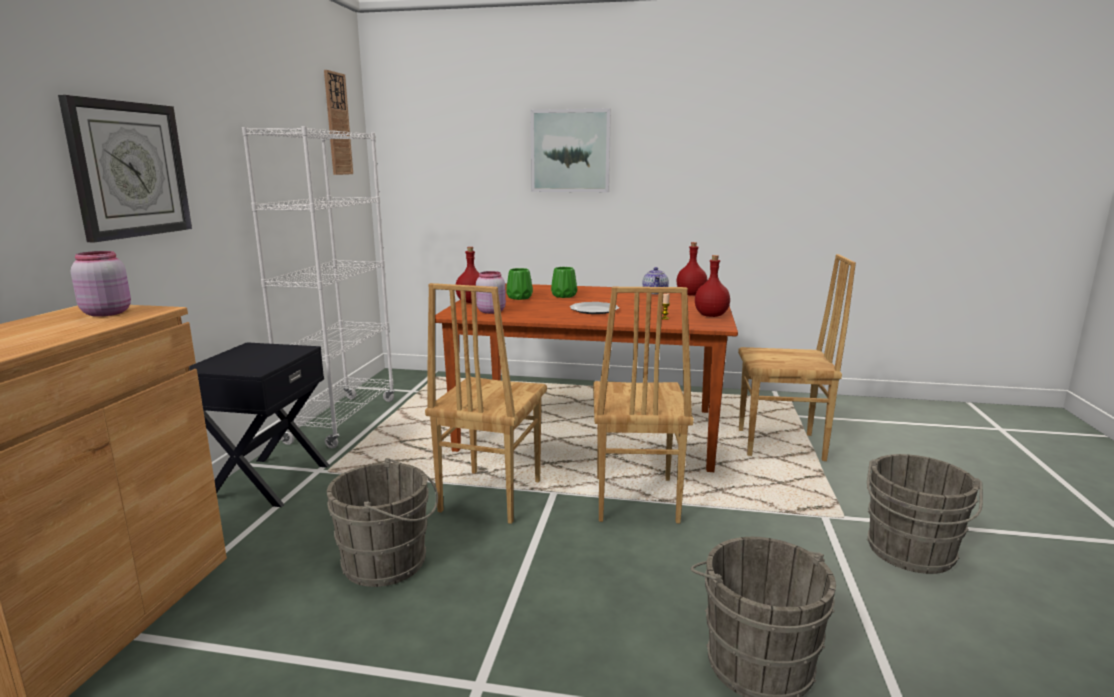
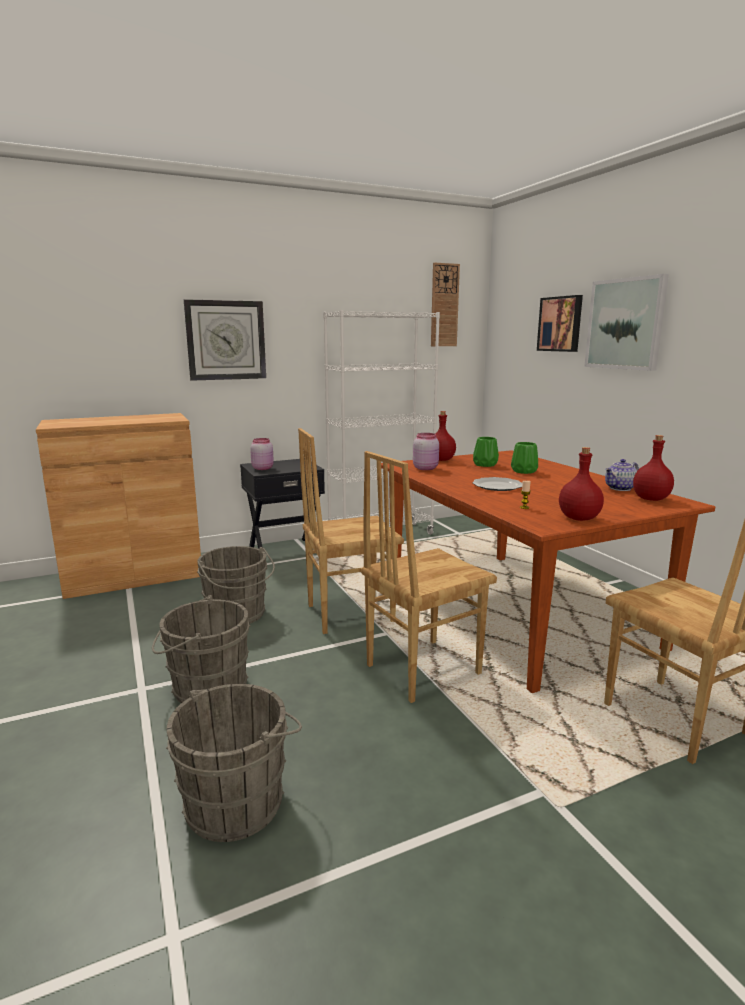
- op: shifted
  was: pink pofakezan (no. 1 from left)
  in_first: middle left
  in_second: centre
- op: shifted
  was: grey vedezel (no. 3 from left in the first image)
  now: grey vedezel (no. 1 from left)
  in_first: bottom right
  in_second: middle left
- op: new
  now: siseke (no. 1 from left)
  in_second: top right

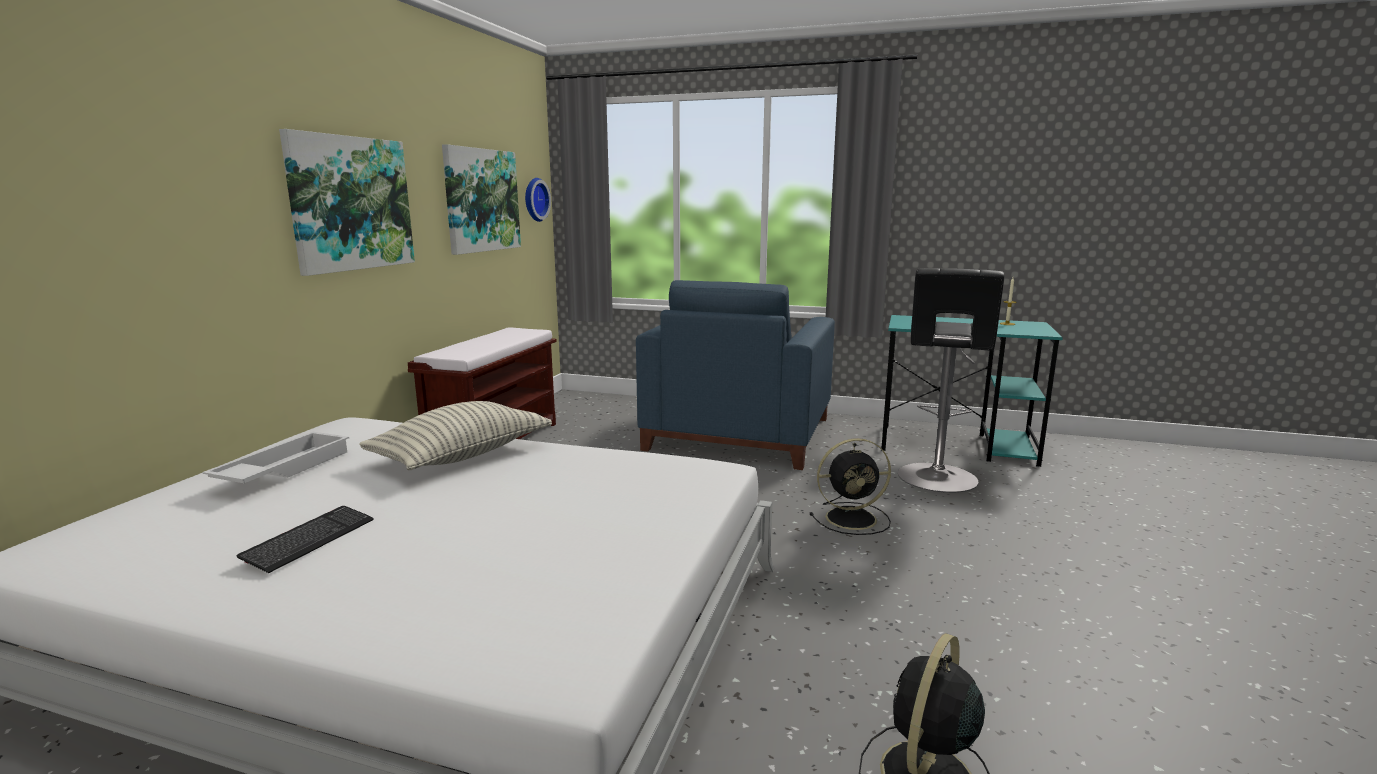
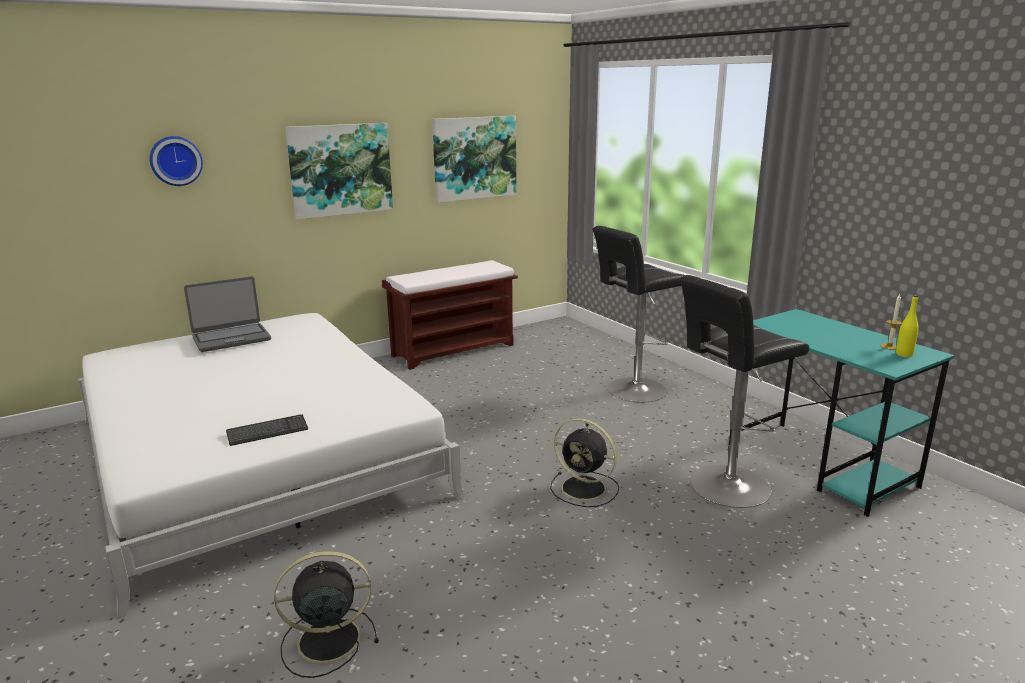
- op: swapped
  was: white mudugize
  now: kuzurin
  in_first: middle left
  in_second: middle left
- op: shifted
  was: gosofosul
  in_first: bottom left
  in_second: middle left
- op: gone
  was: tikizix
  in_first: middle left
- op: shifted
  was: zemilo
  in_first: top centre
  in_second: top left
- op: swapped
  was: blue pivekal
  now: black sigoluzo (no. 1 from left)
  in_first: centre
  in_second: centre
- op: new
  now: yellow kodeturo
  in_second: middle right

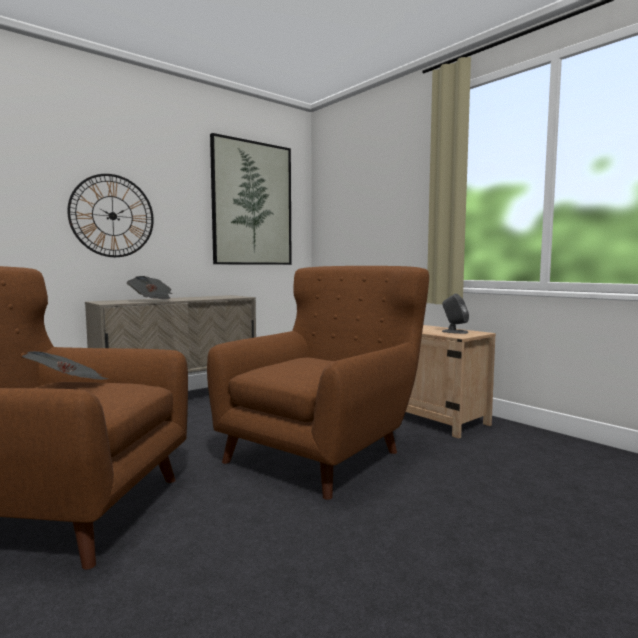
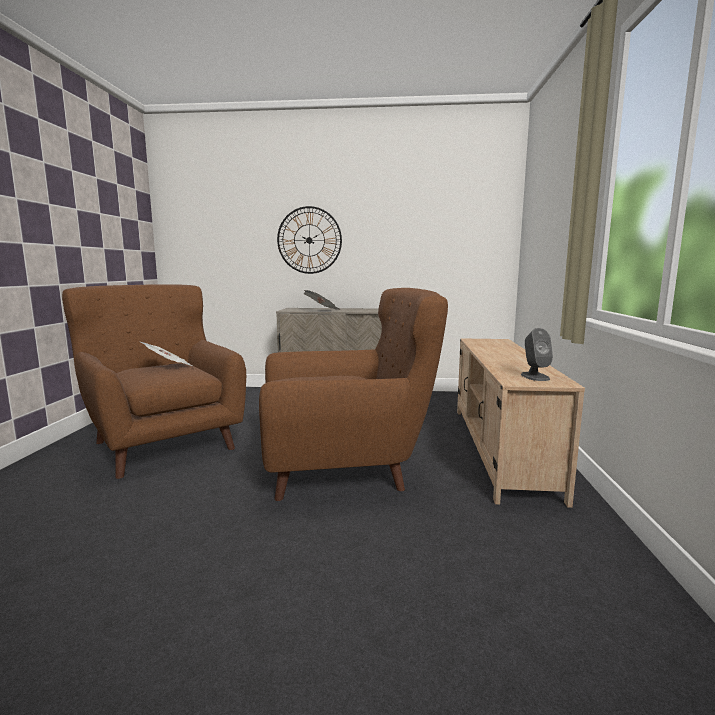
- op: gone
  was: siseke
  in_first: top centre

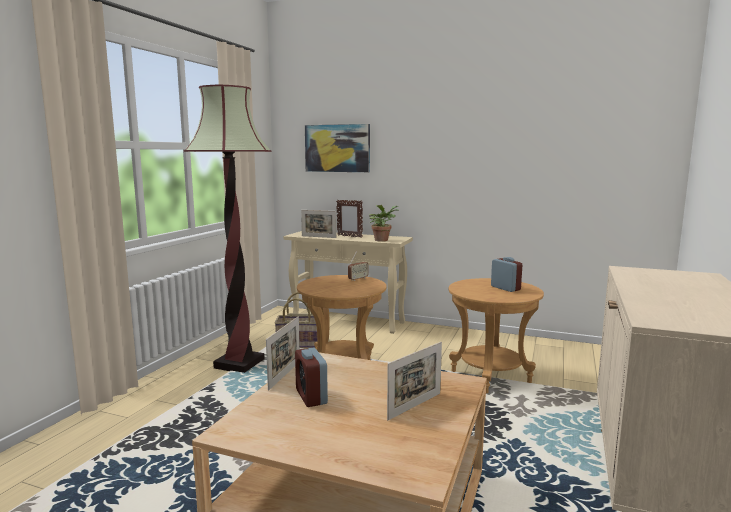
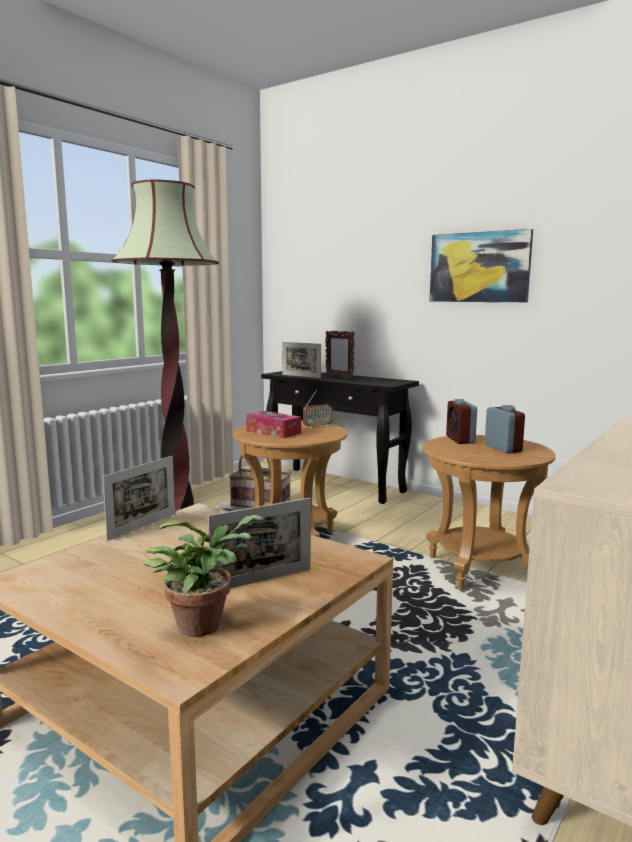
- op: repainted
  was: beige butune
  now: black butune
  in_first: centre
  in_second: centre
- op: shifted
  was: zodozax (no. 1 from left)
  in_first: bottom centre
  in_second: middle right
- op: shifted
  was: siseke
  in_first: top centre
  in_second: top right
- op: shifted
  was: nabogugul
  in_first: centre
  in_second: bottom left
- op: new
  now: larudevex
  in_second: centre

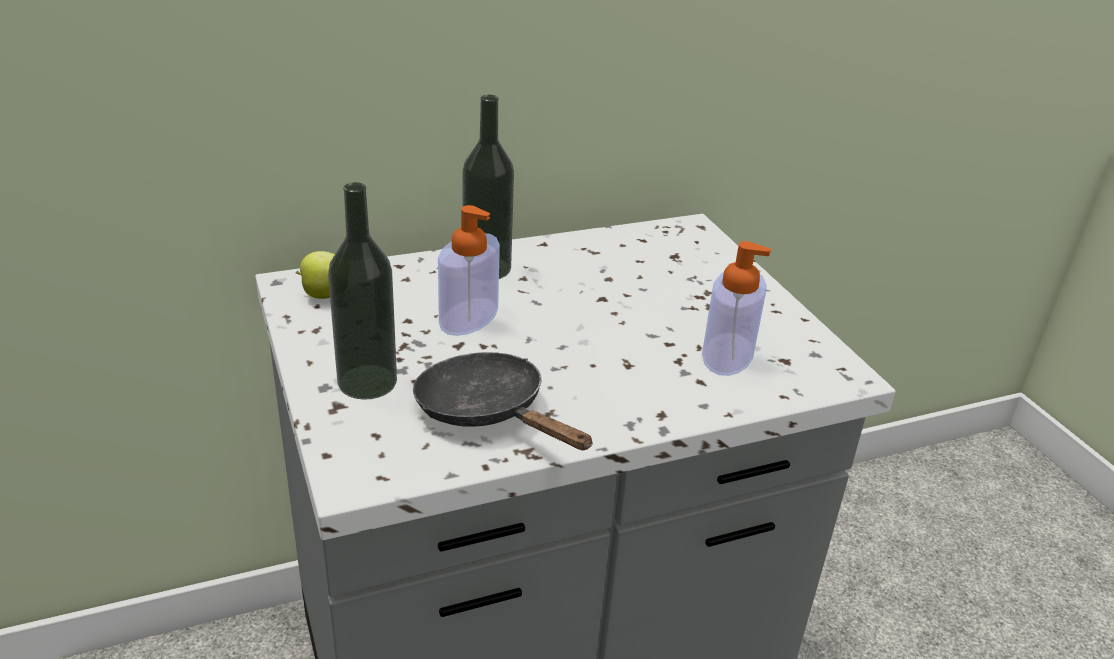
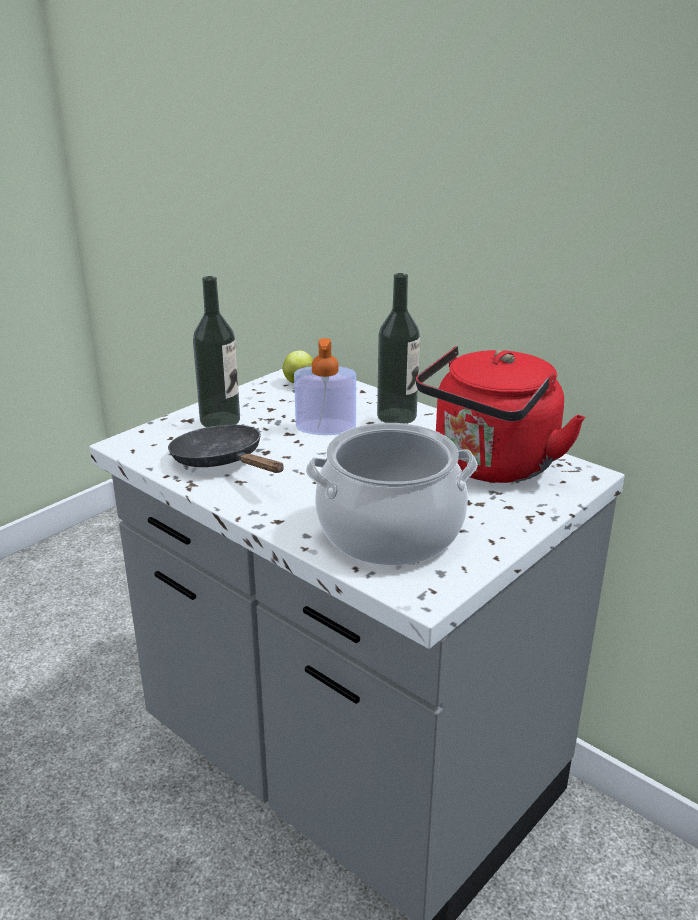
- op: rotated
  was: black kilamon
  in_first: centre
  in_second: middle left
  clockwise: -60
- op: swapped
  was: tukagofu (no. 2 from left)
  now: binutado
  in_first: centre
  in_second: centre
- op: new
  now: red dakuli
  in_second: middle right

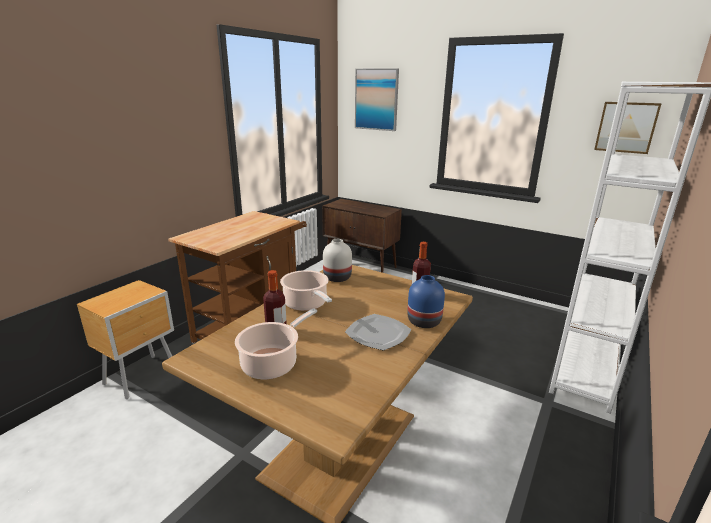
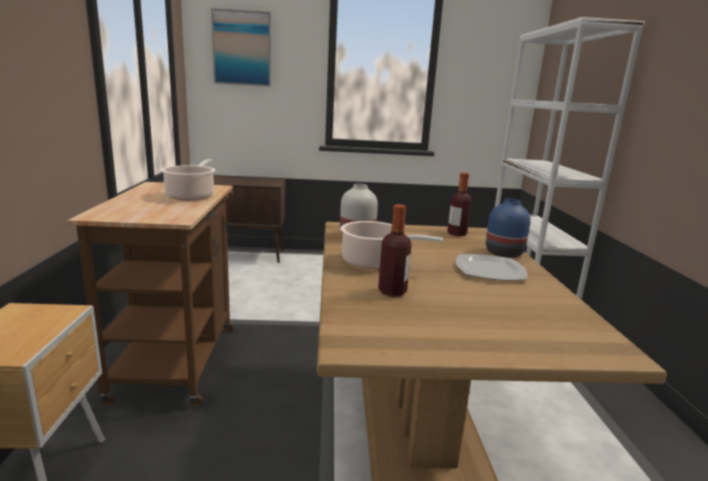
- op: shifted
  was: binutado (no. 1 from left)
  in_first: centre
  in_second: middle left
- op: gone
  was: siseke (no. 2 from left)
  in_first: top right

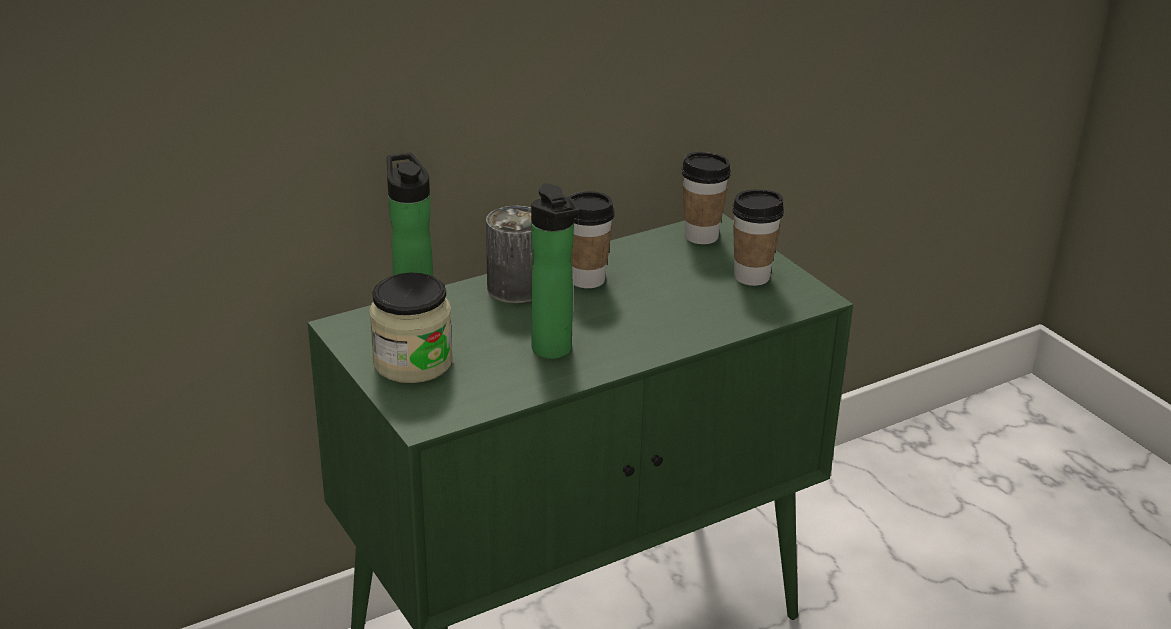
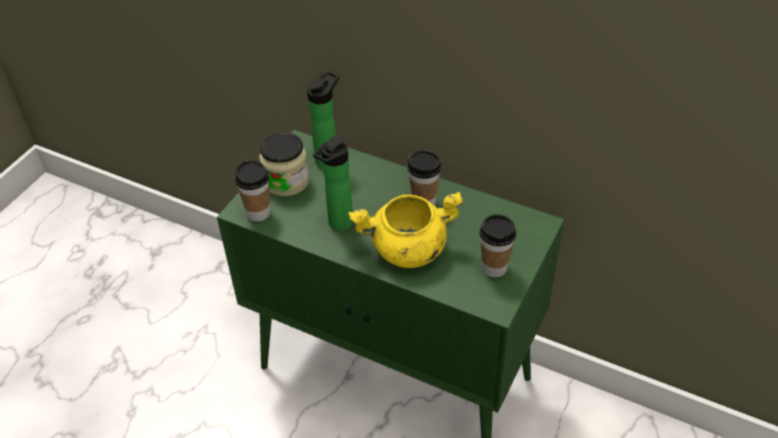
- op: gone
  was: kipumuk
  in_first: centre
- op: shifted
  was: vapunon (no. 2 from left in the first image)
  now: vapunon (no. 1 from left)
  in_first: top centre
  in_second: middle left
- op: new
  now: yellow binutado
  in_second: centre

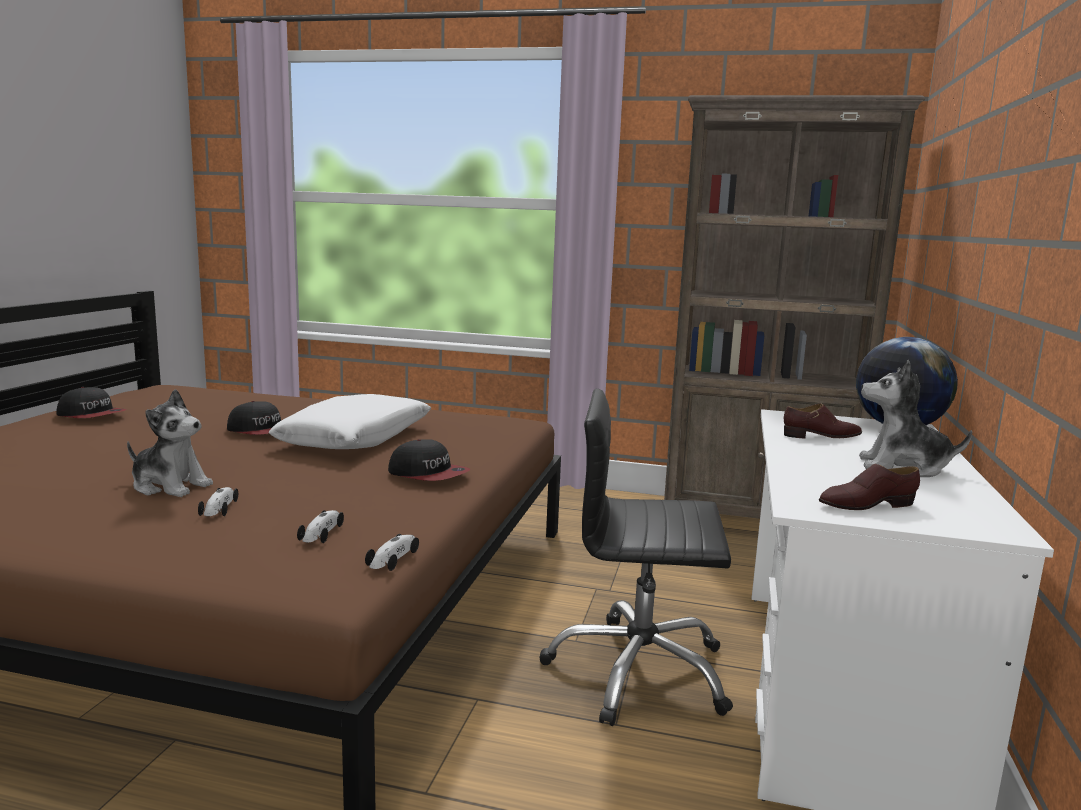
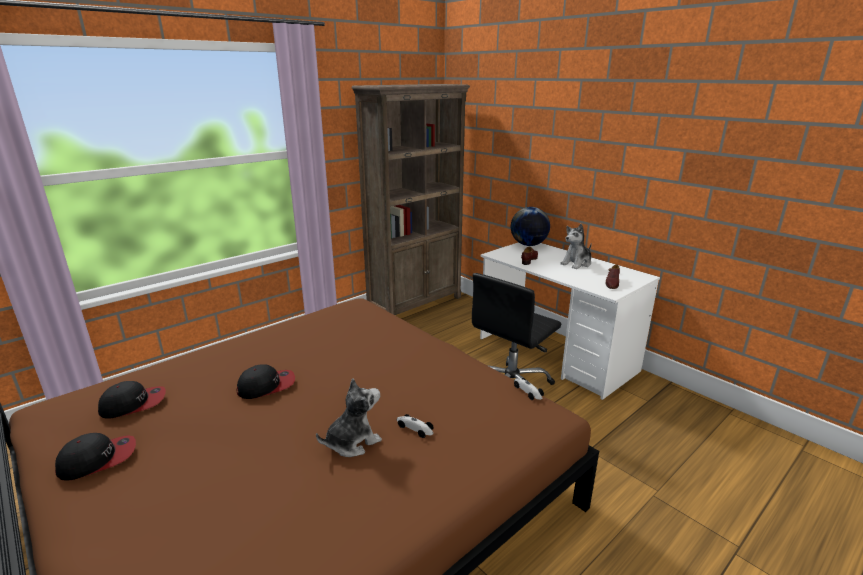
- op: gone
  was: white tikizix
  in_first: middle left
- op: gone
  was: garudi (no. 2 from left)
  in_first: middle left
- op: shifted
  was: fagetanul (no. 3 from left in the first image)
  now: fagetanul (no. 2 from left)
  in_first: centre
  in_second: bottom left

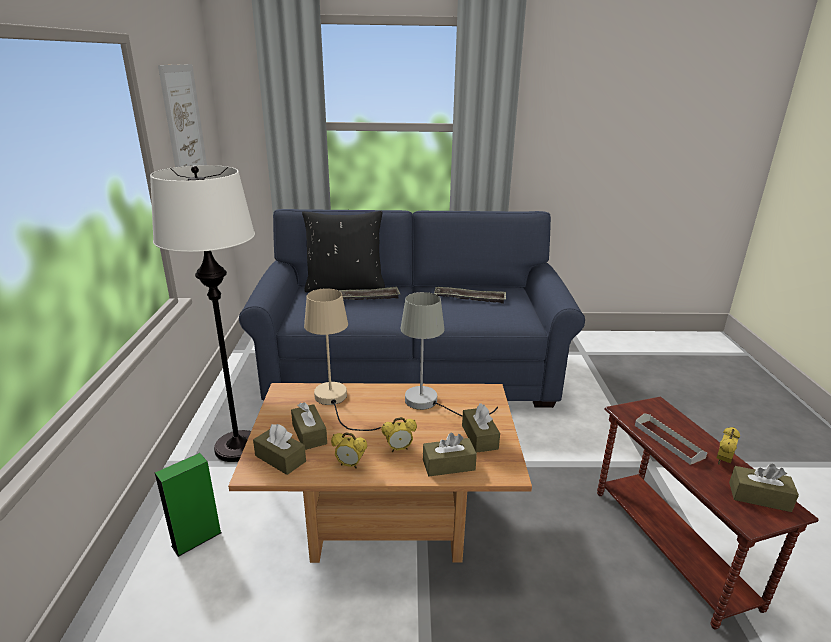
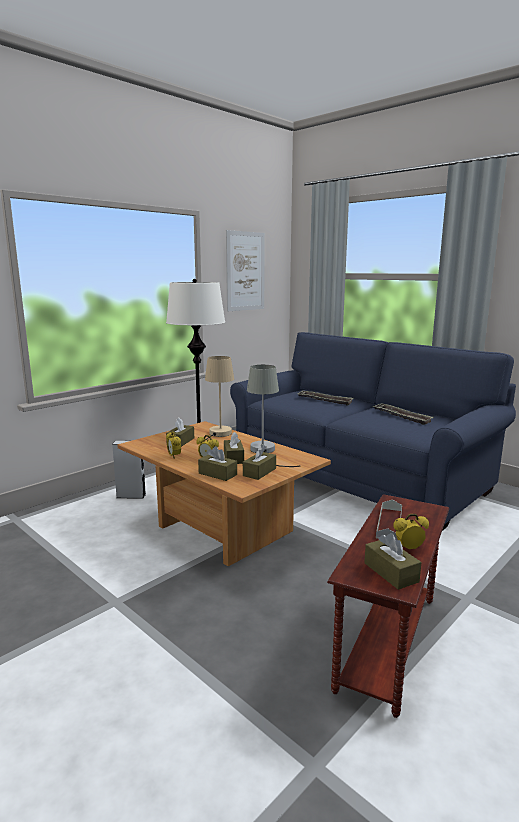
- op: repainted
  was: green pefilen
  now: grey pefilen
  in_first: bottom left
  in_second: middle left
- op: shifted
  was: brown larudevex (no. 1 from left in the first image)
  now: brown larudevex (no. 3 from left)
  in_first: bottom centre
  in_second: centre
- op: gone
  was: black tikizix
  in_first: centre

